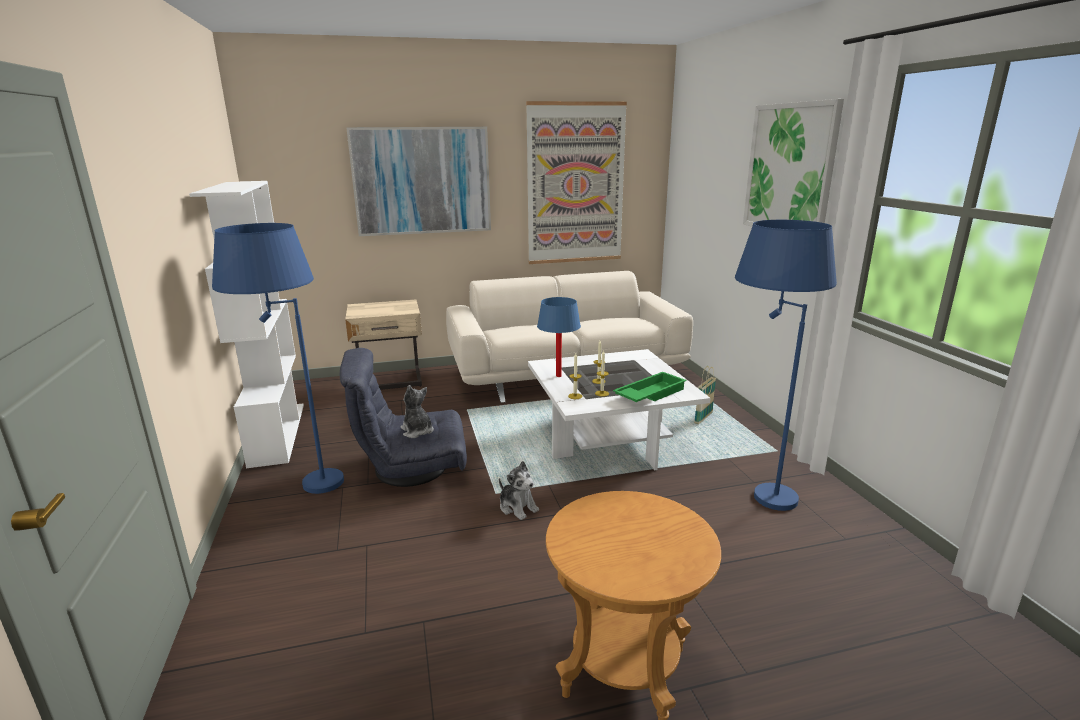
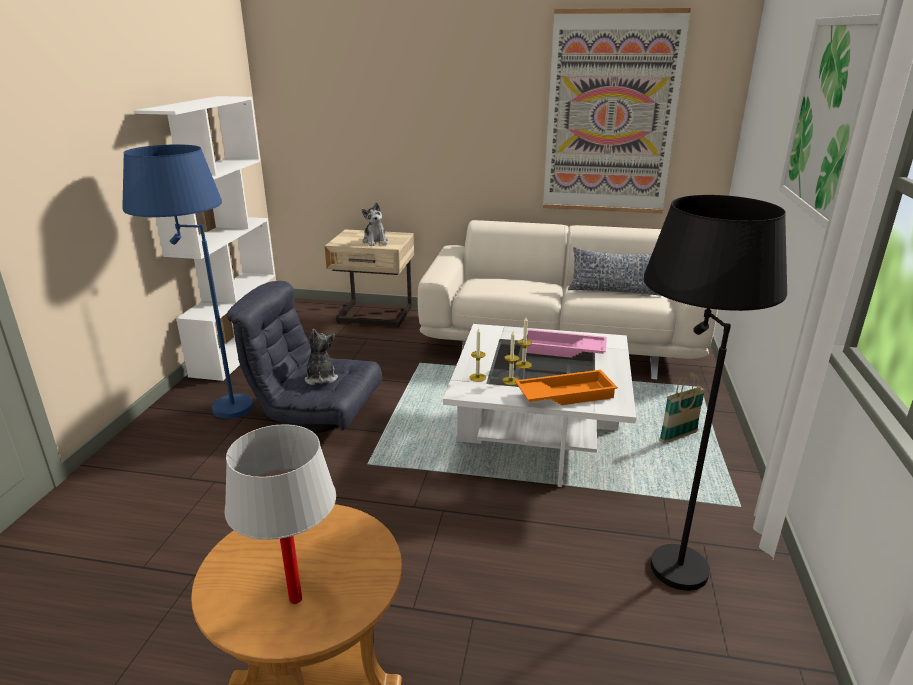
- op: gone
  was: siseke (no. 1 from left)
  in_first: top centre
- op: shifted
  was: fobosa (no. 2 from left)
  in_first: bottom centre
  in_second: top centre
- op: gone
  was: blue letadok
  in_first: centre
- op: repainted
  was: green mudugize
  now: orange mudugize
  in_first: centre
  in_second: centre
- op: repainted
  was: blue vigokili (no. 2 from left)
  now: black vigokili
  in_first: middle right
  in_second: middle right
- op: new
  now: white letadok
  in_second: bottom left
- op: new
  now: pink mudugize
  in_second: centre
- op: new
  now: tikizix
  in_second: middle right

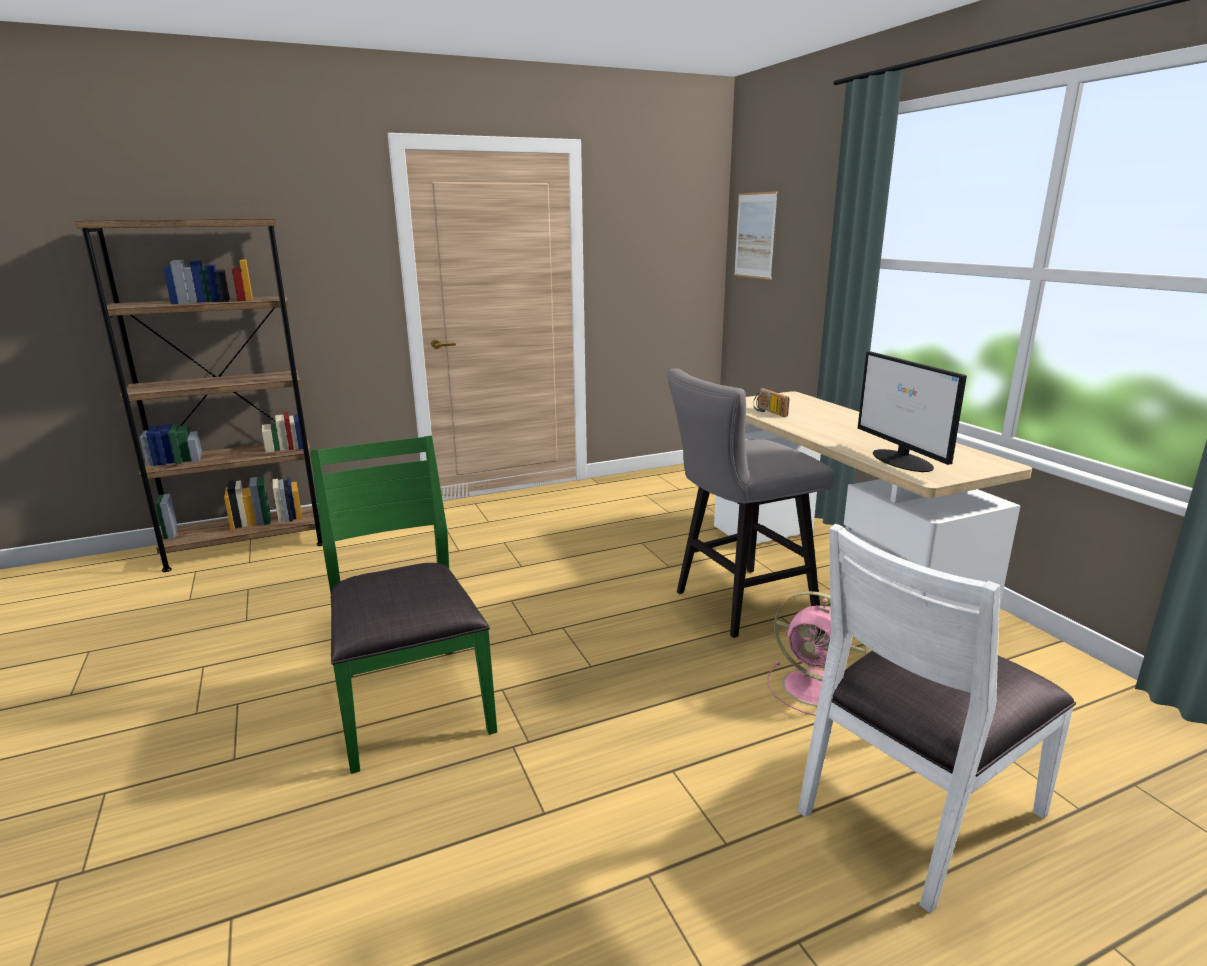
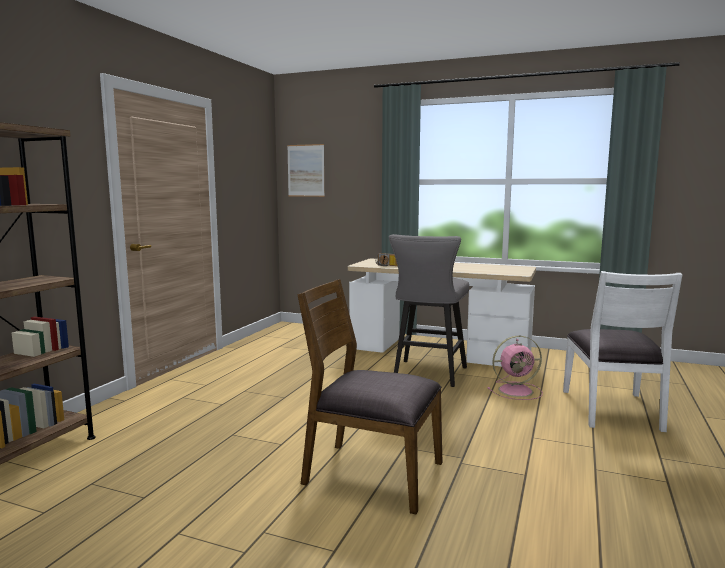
- op: repainted
  was: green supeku
  now: brown supeku
  in_first: centre
  in_second: bottom centre
- op: gone
  was: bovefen
  in_first: middle right

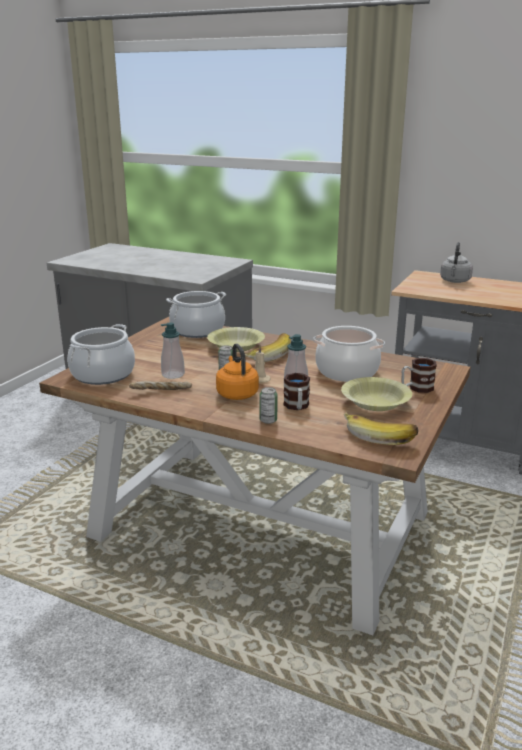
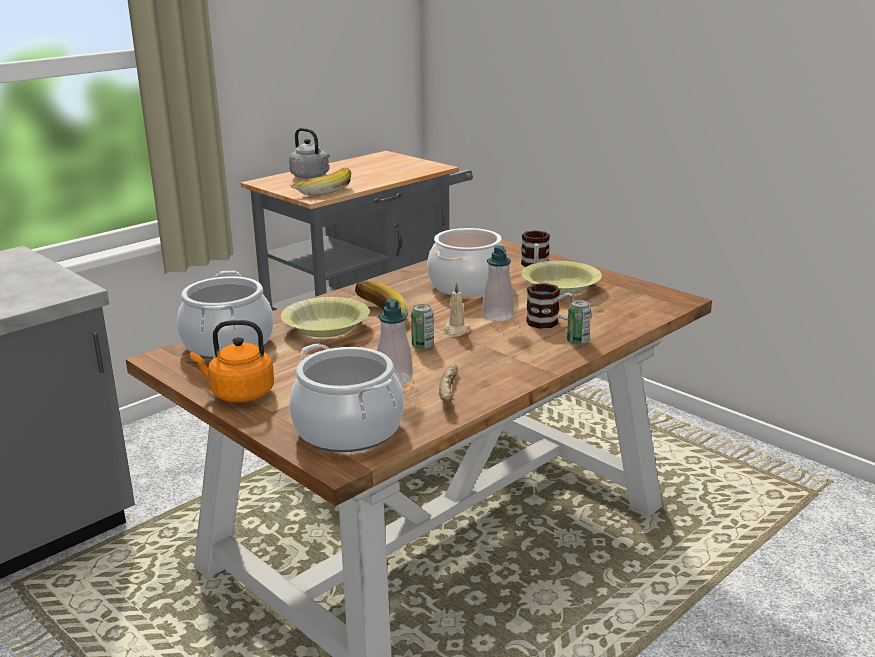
- op: shifted
  was: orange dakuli
  in_first: centre
  in_second: middle left
- op: shifted
  was: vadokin (no. 2 from left in the first image)
  now: vadokin (no. 1 from left)
  in_first: middle right
  in_second: top centre

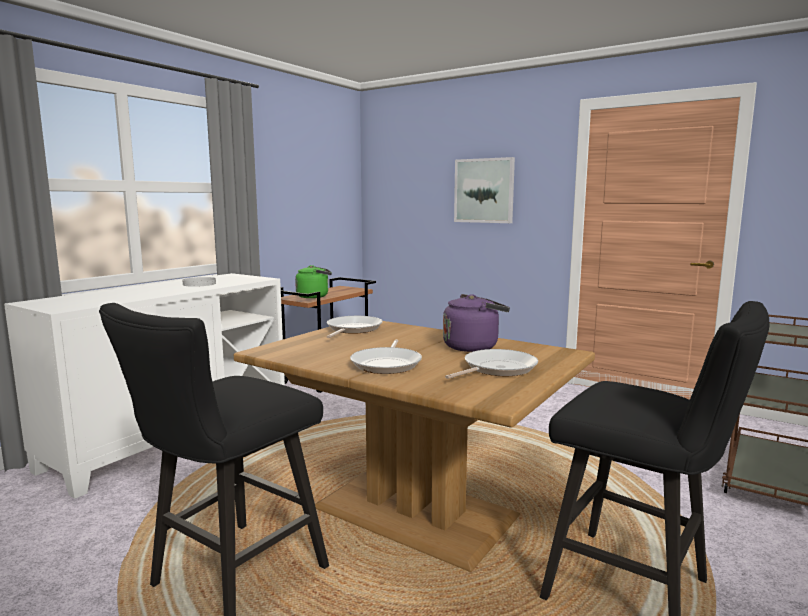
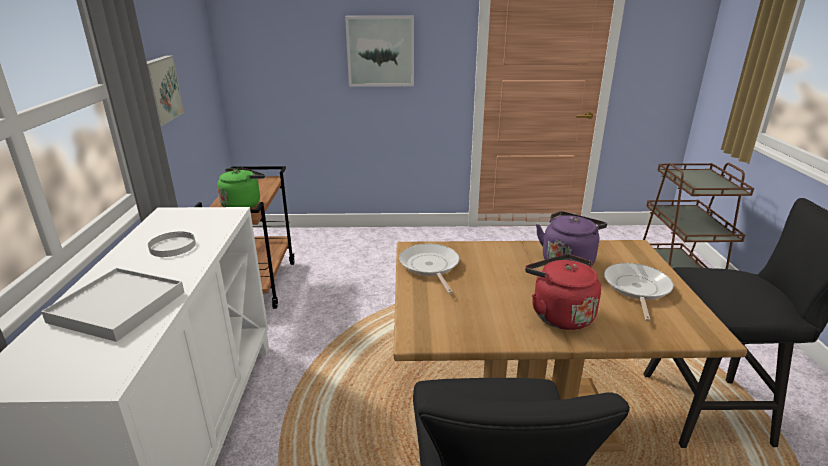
- op: swapped
  was: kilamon (no. 2 from left)
  now: red dakuli
  in_first: centre
  in_second: middle right
- op: new
  now: white mudugize
  in_second: middle left
- op: new
  now: siseke (no. 1 from left)
  in_second: top left

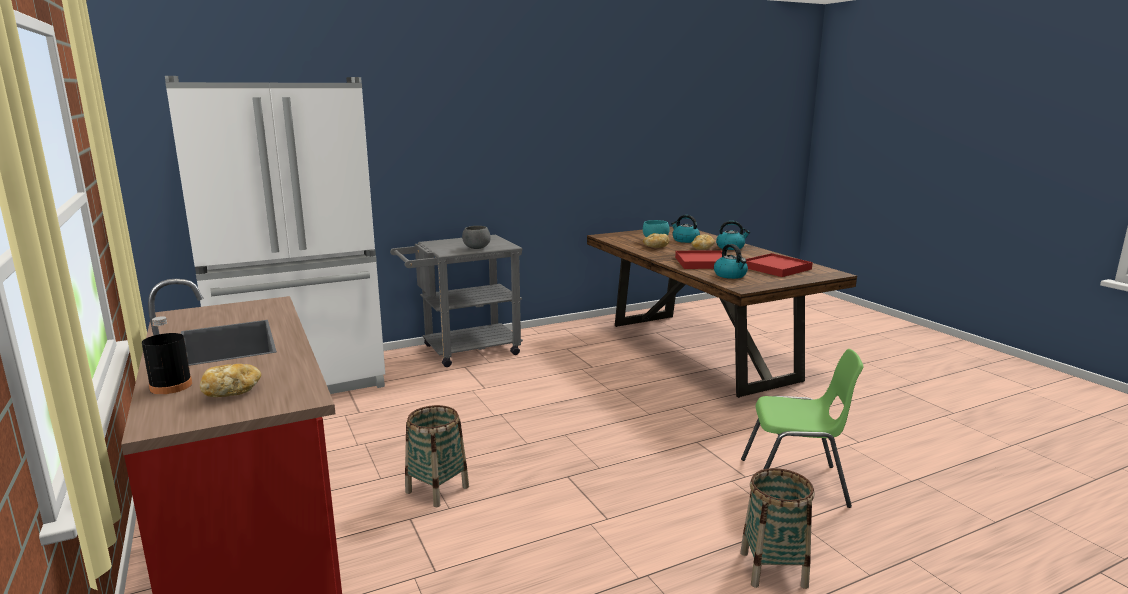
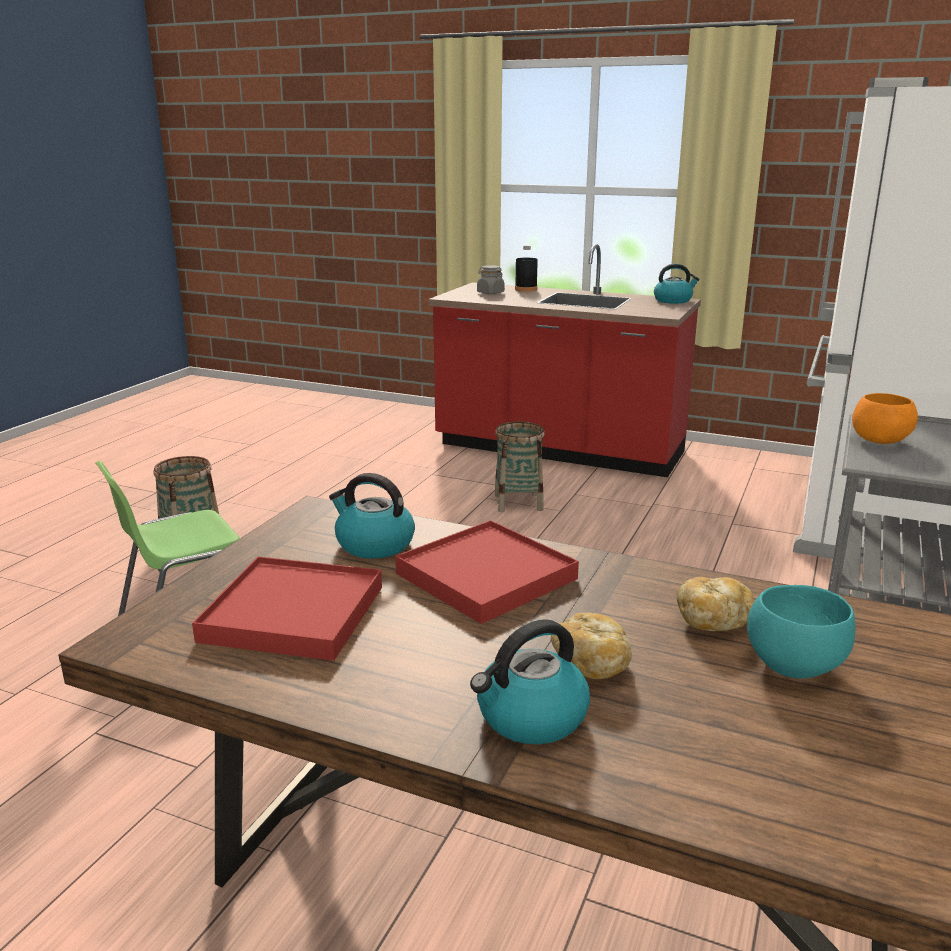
- op: swapped
  was: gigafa (no. 1 from left)
  now: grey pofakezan
  in_first: middle left
  in_second: top centre
- op: repainted
  was: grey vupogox
  now: orange vupogox
  in_first: centre
  in_second: middle right
- op: shifted
  was: dakuli (no. 1 from left in the first image)
  now: dakuli (no. 3 from left)
  in_first: centre
  in_second: top right

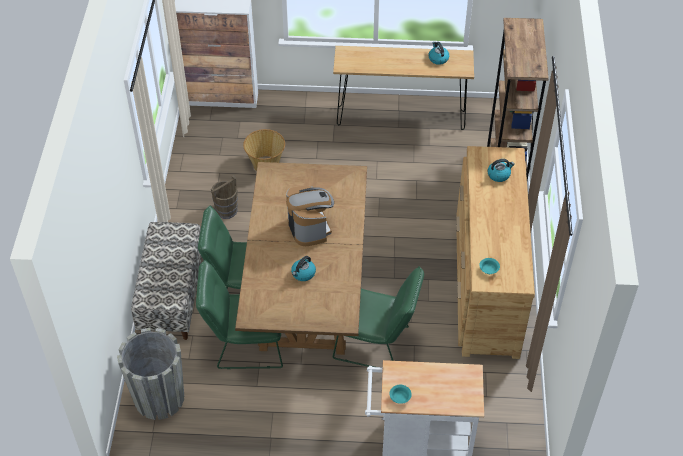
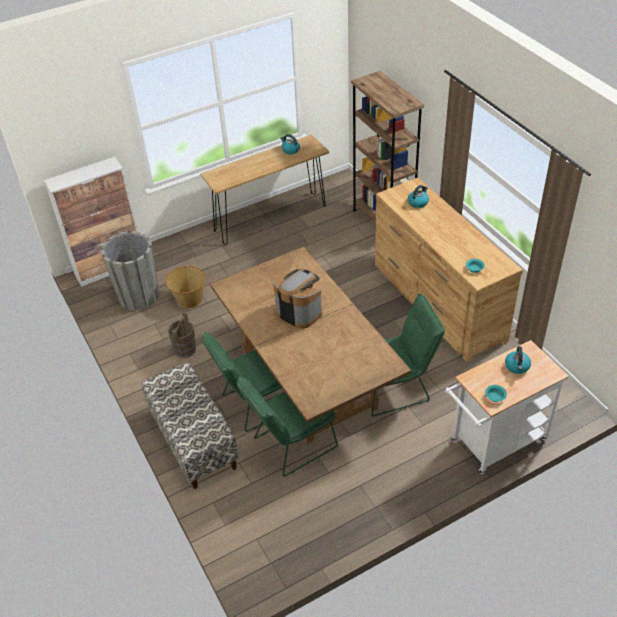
- op: shifted
  was: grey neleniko
  in_first: bottom left
  in_second: middle left
- op: shifted
  was: dakuli (no. 1 from left in the first image)
  now: dakuli (no. 3 from left)
  in_first: centre
  in_second: middle right

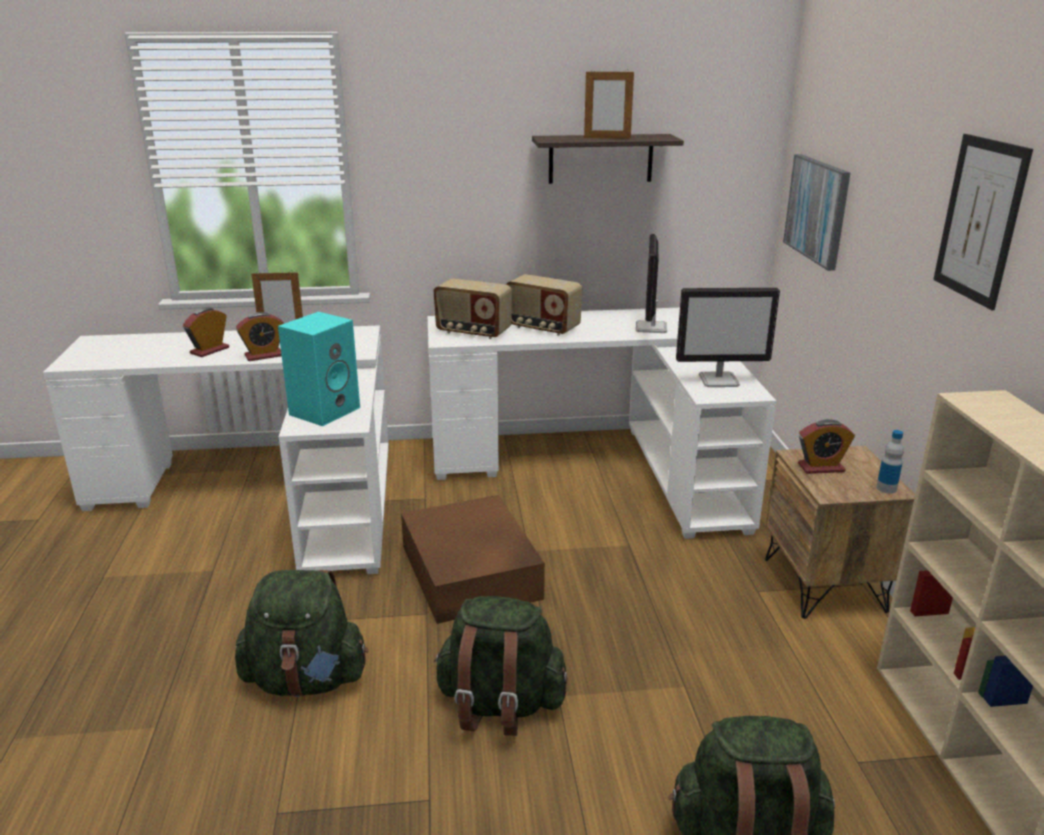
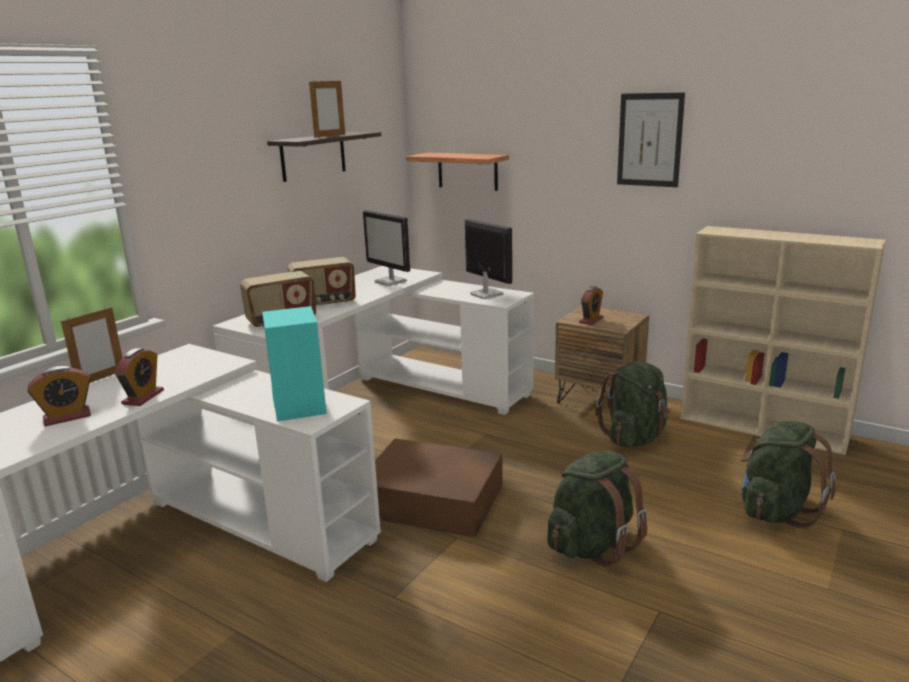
- op: rotated
  was: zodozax (no. 1 from left)
  in_first: middle left
  in_second: middle left
  clockwise: -105
- op: shifted
  was: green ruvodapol (no. 1 from left in the first image)
  now: green ruvodapol (no. 2 from left)
  in_first: bottom left
  in_second: middle right
- op: rotated
  was: bovefen (no. 2 from left)
  in_first: middle right
  in_second: centre
  clockwise: -75
- op: swapped
  was: siseke (no. 1 from left)
  now: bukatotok (no. 2 from left)
  in_first: top right
  in_second: top centre
- op: gone
  was: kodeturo
  in_first: middle right

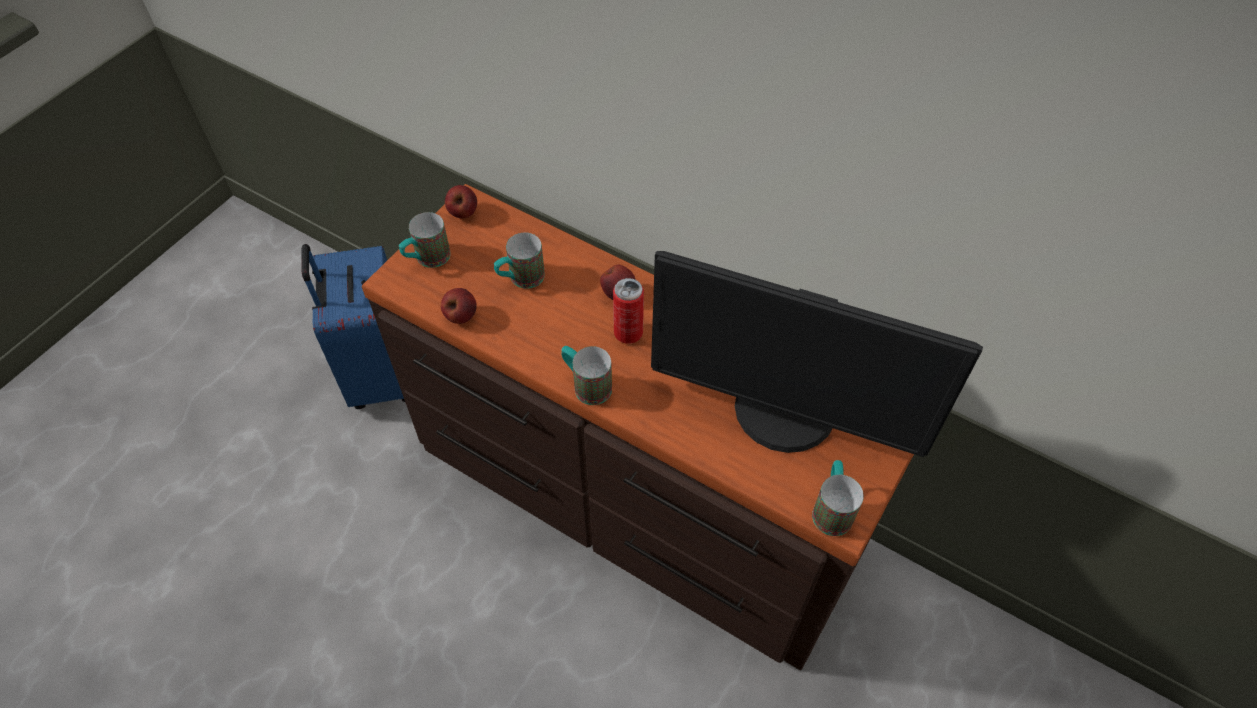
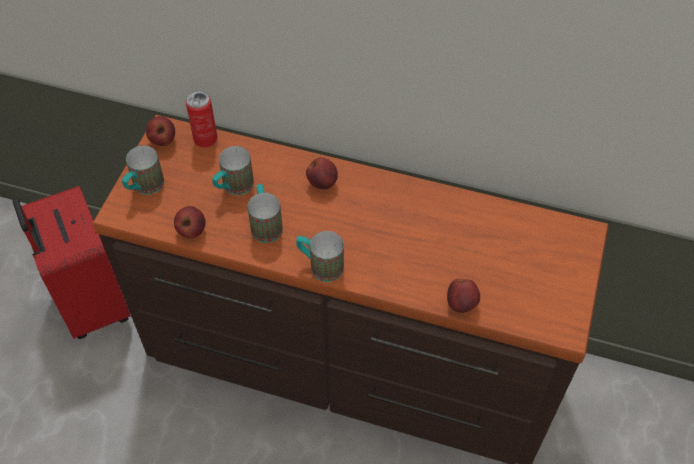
- op: repainted
  was: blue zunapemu
  now: red zunapemu
  in_first: middle left
  in_second: middle left
- op: shifted
  was: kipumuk
  in_first: centre
  in_second: top left
- op: gone
  was: bovefen
  in_first: centre
- op: shifted
  was: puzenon (no. 4 from left in the first image)
  now: puzenon (no. 3 from left)
  in_first: bottom right
  in_second: centre
- op: new
  now: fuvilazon (no. 4 from left)
  in_second: middle right

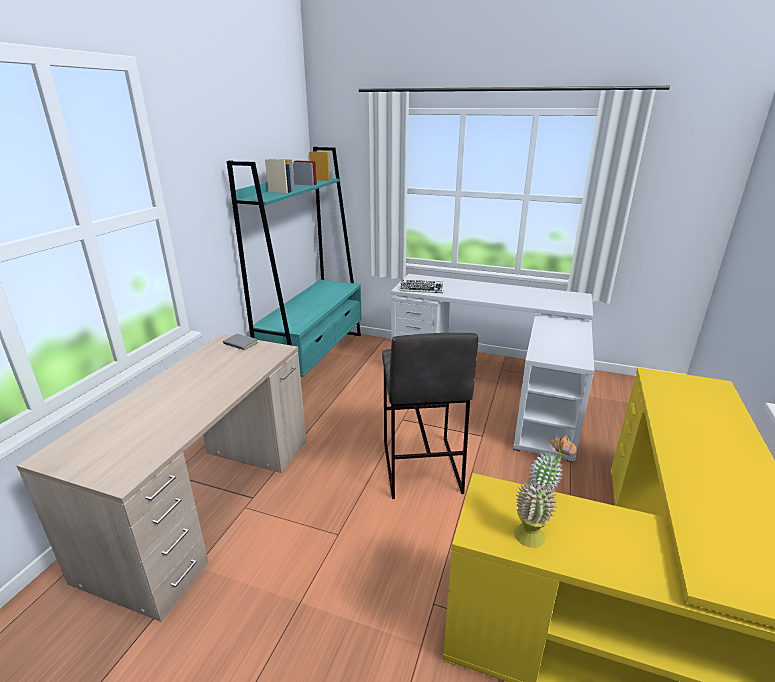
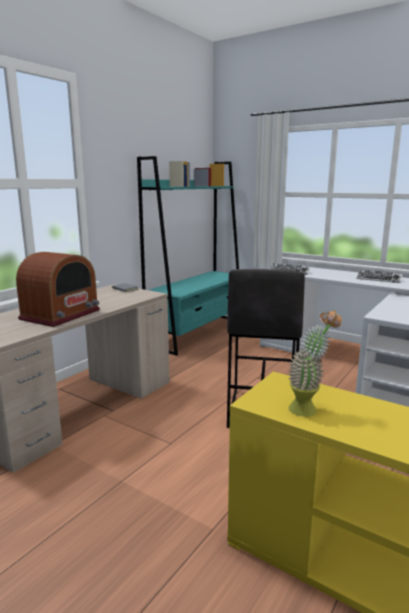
- op: new
  now: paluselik
  in_second: middle left
- op: new
  now: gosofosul (no. 2 from left)
  in_second: middle right

